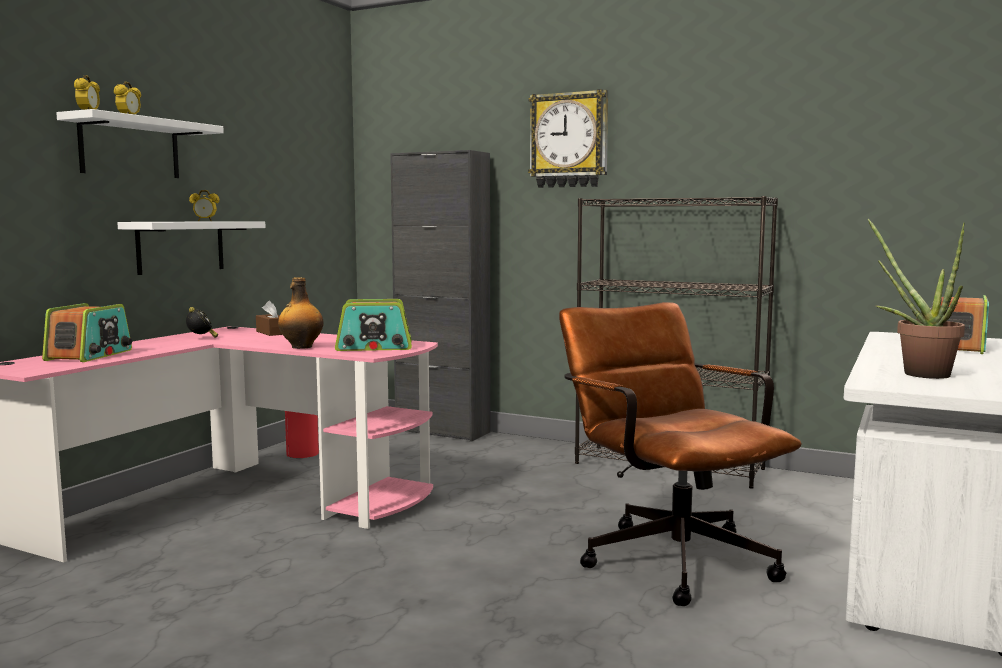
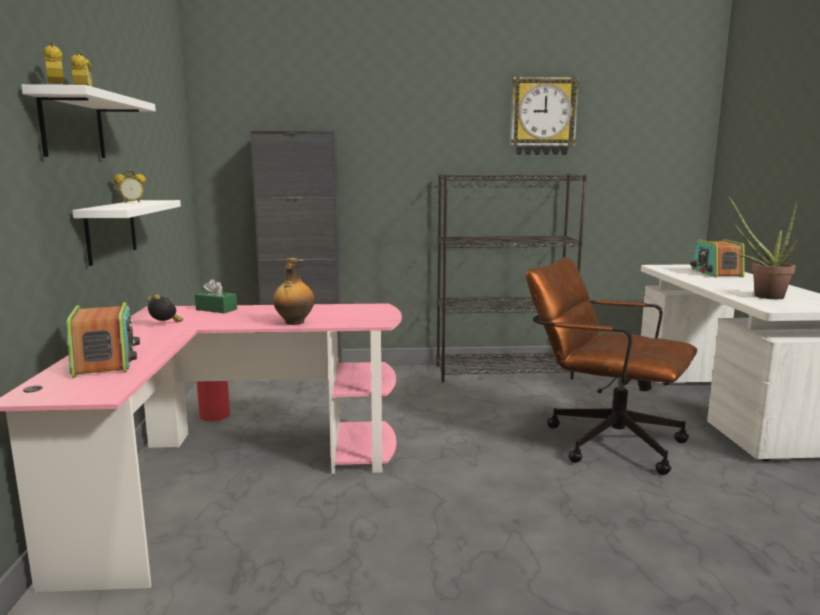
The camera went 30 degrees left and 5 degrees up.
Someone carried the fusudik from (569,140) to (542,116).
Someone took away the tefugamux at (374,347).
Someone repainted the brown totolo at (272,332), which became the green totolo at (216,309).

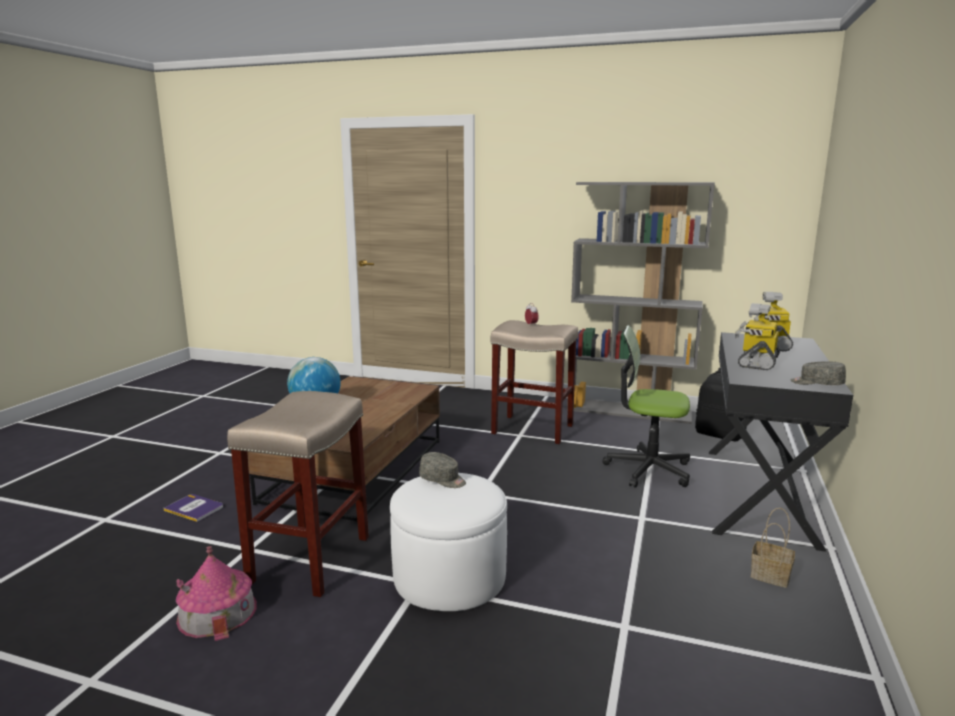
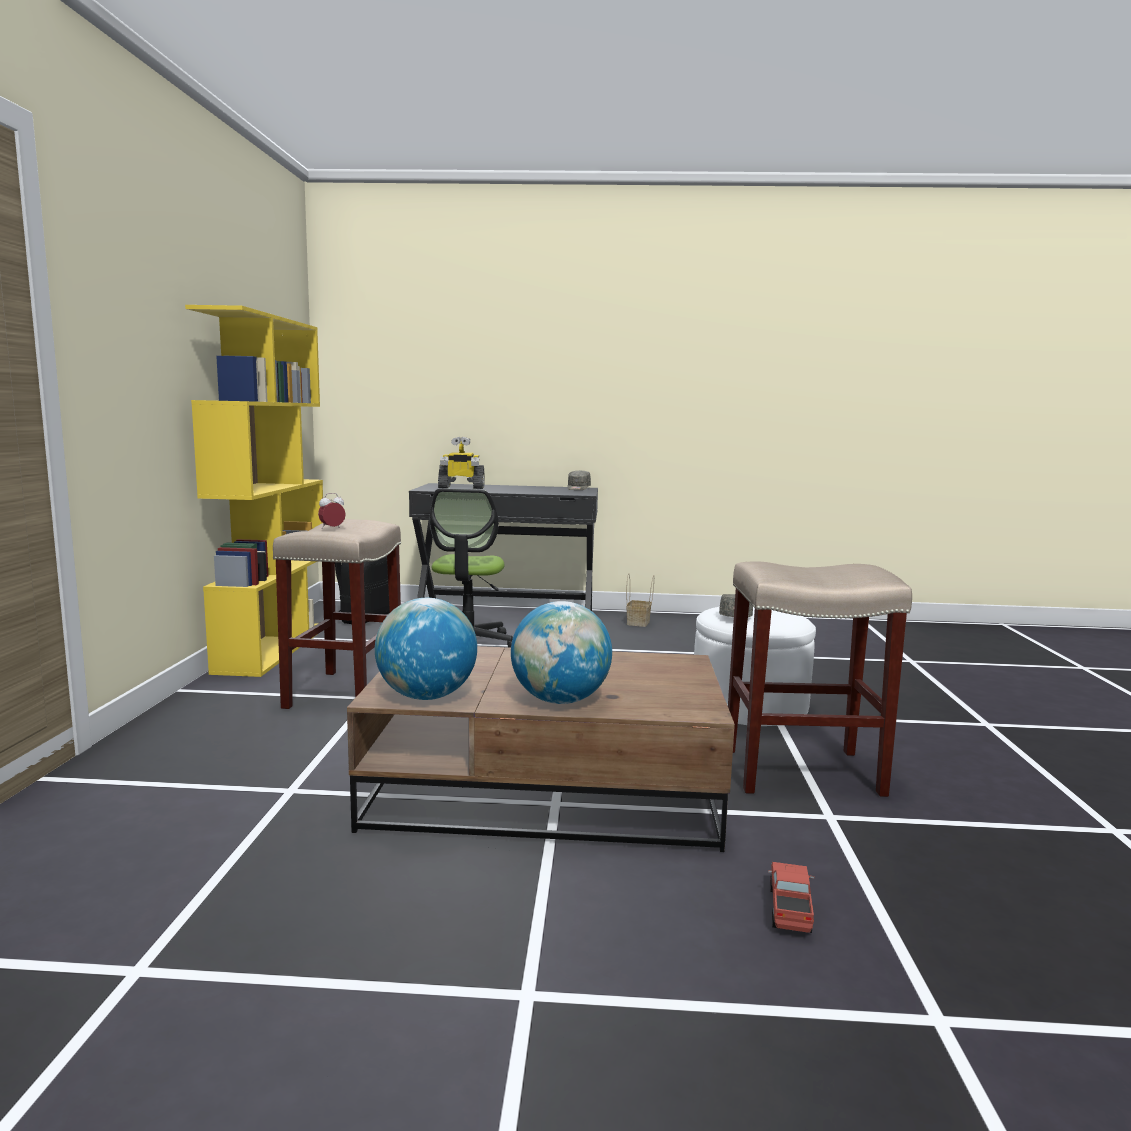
The camera went 105 degrees left and 5 degrees down.
Someone repainted the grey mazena at (629,411), which became the yellow mazena at (273,648).
Someone took away the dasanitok at (757,362).
Someone swapped the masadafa at (194,508) for the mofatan at (789,911).
Someone took away the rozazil at (217,612).
Someone put down the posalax at (426,697).

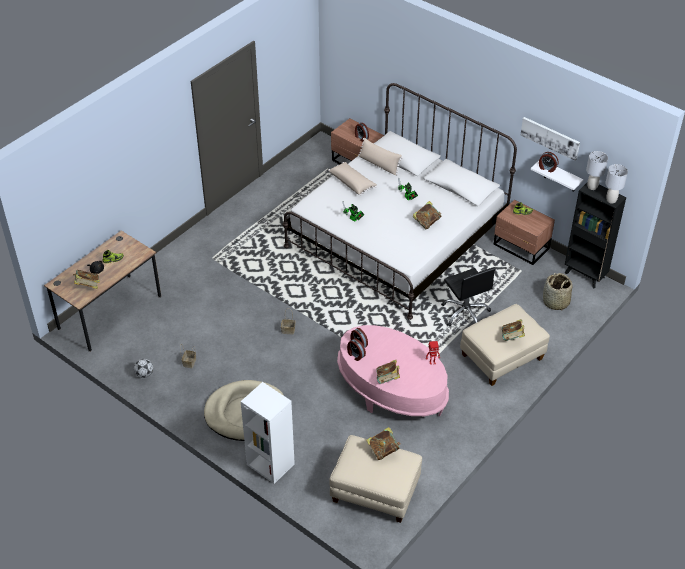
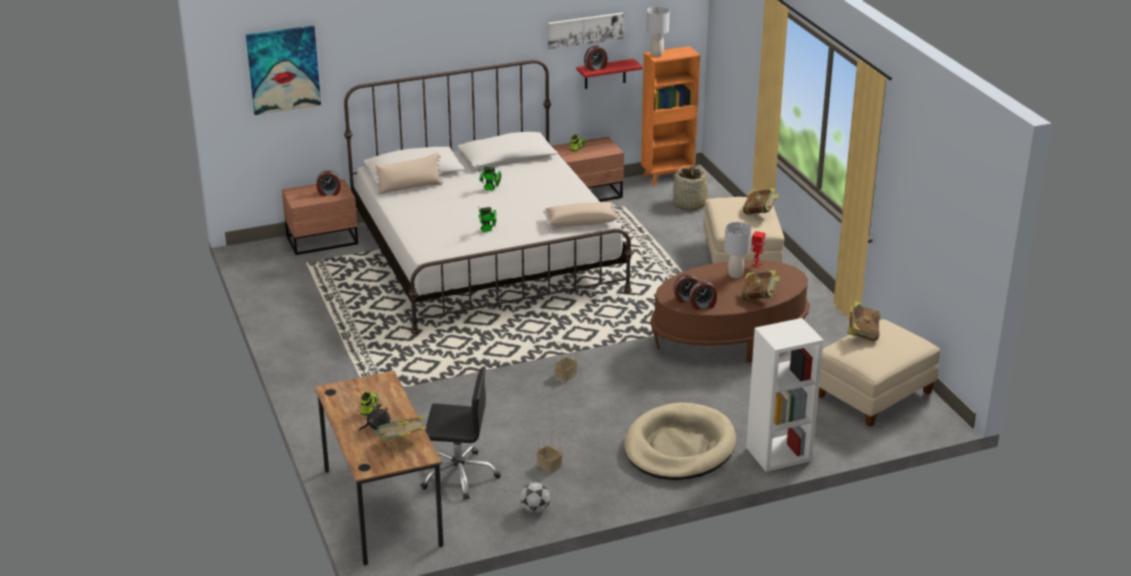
The camera went 60 degrees left and 15 degrees down.
Someone repainted the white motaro at (560,176), which became the red motaro at (605,74).
Someone carried the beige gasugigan from (352,183) to (581,222).
Someone carried the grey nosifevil from (611,200) to (735,275).
Someone repainted the black mazena at (585,275), which became the orange mazena at (668,177).
Someone took away the masadafa at (426,222).
Someone carried the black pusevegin from (465,313) to (459,475).
Someone repainted the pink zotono at (391,389), which became the brown zotono at (729,337).
Someone put up the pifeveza at (283,69).

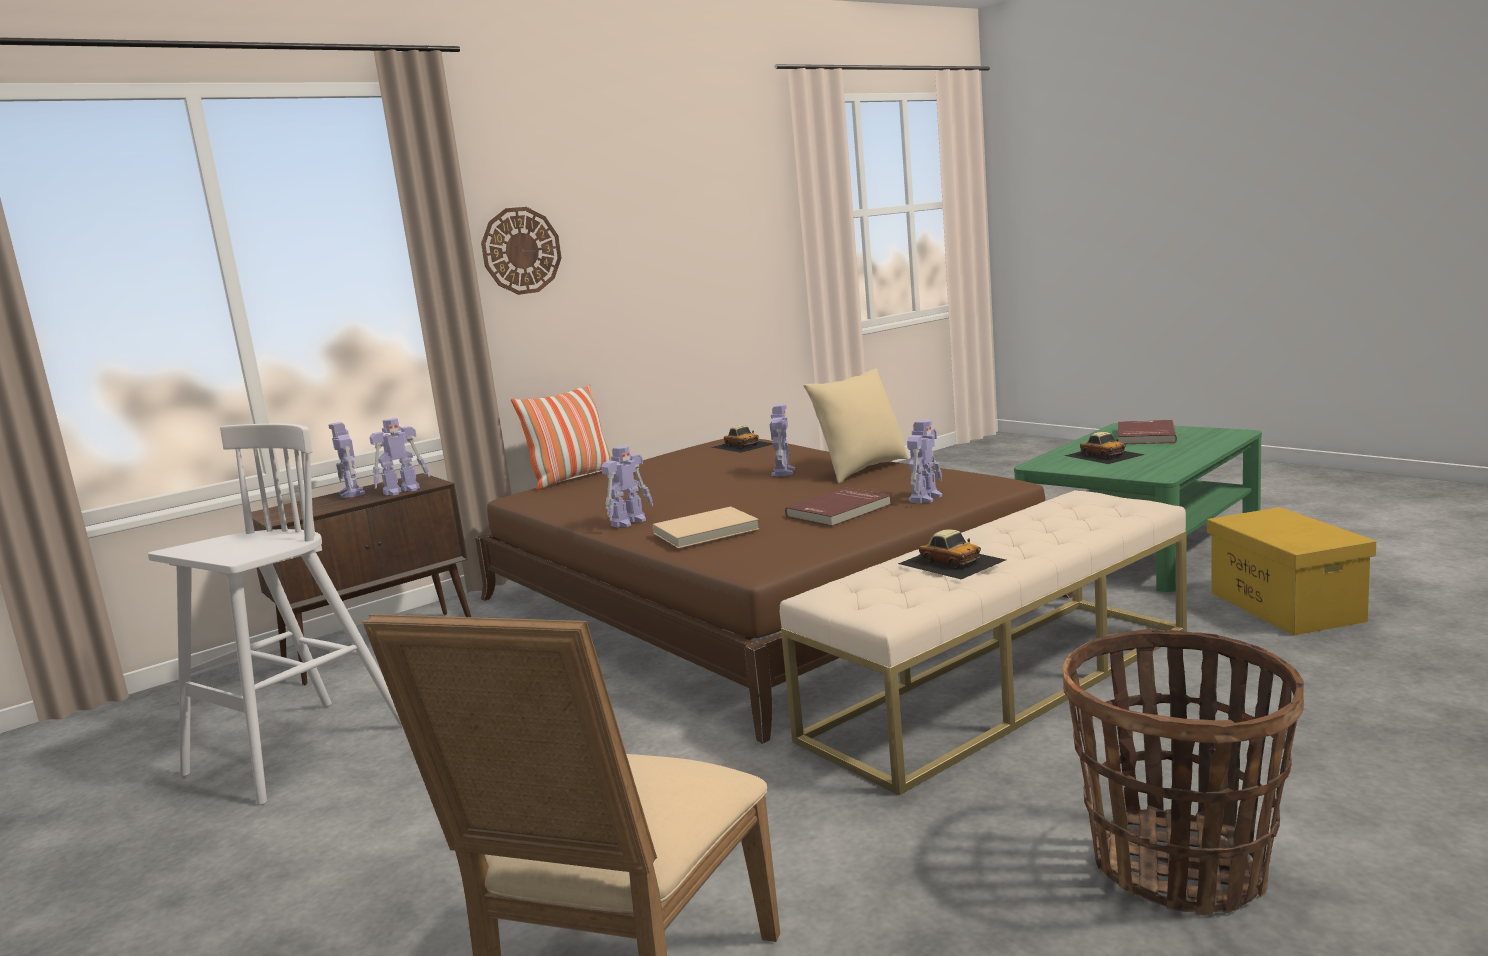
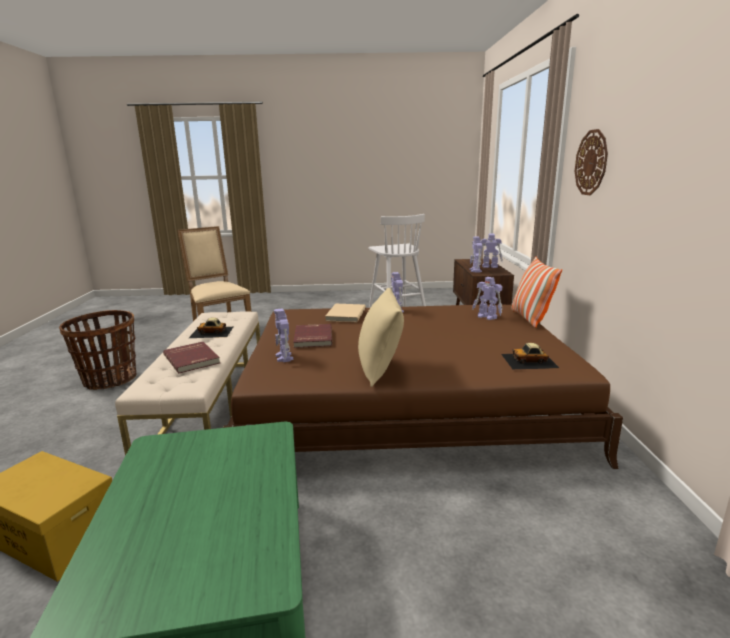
The camera went 125 degrees right and 5 degrees up.
Someone carried the dasanitok from (783,472) to (487,317).
Someone carried the red masadafa from (1144,436) to (193,359).
Someone took away the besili at (1103,455).

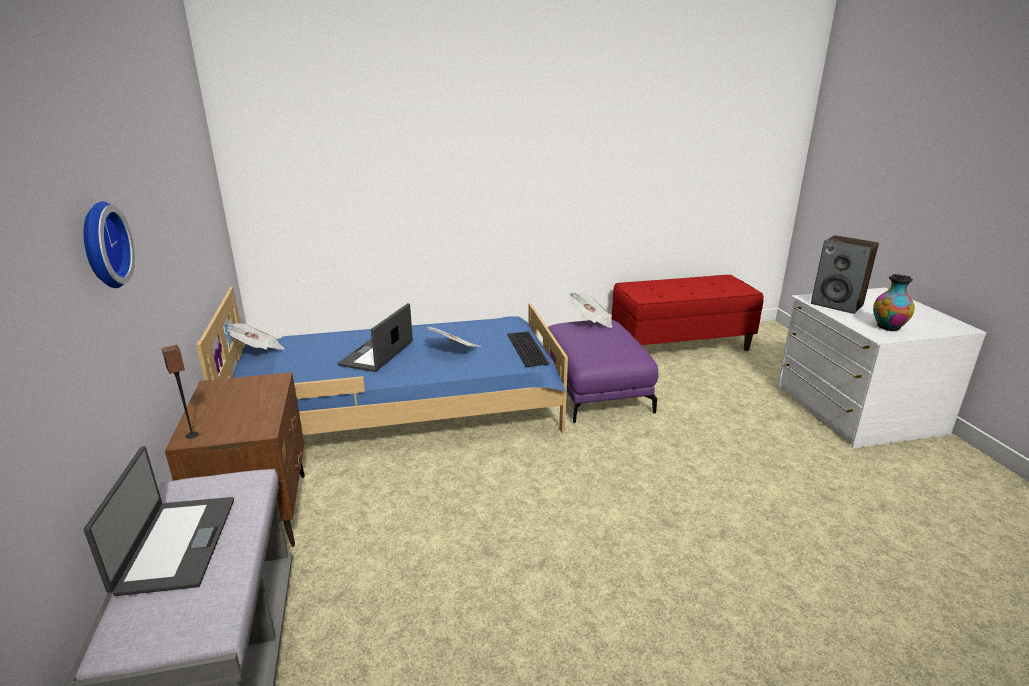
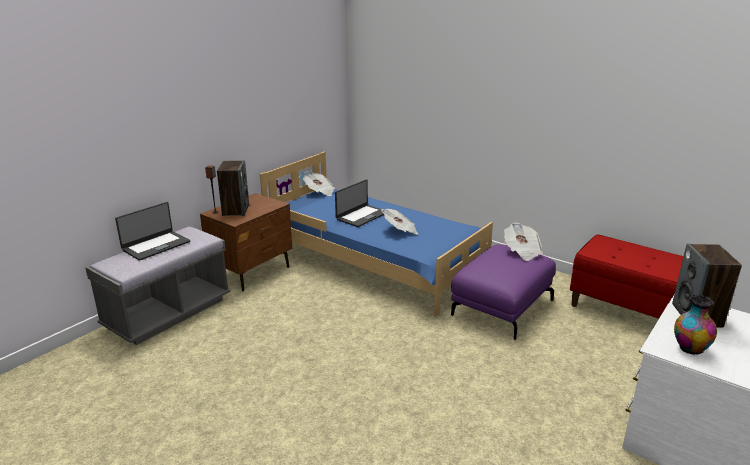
The camera went 50 degrees right and 0 degrees up.
Someone took away the fusudik at (100,245).
Someone rotated the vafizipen at (377,354) by 150 degrees clockwise.
Someone took away the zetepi at (525,348).
Someone put down the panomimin at (235,210).

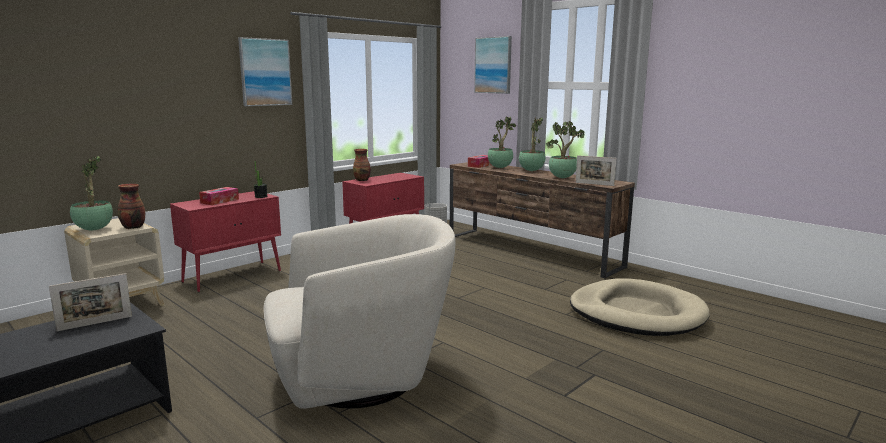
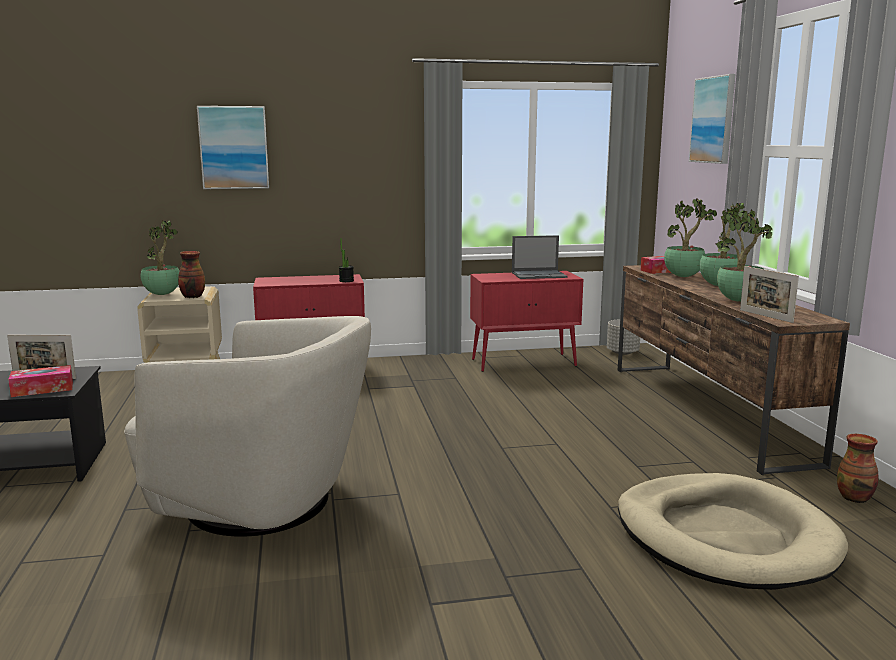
The camera went 35 degrees right and 0 degrees up.
Someone carried the pifeveza from (265,72) to (234,147).
Someone carried the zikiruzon from (362,180) to (855,498).
Someone carried the totolo from (219,201) to (42,389).
Someone put down the vafizipen at (539,275).

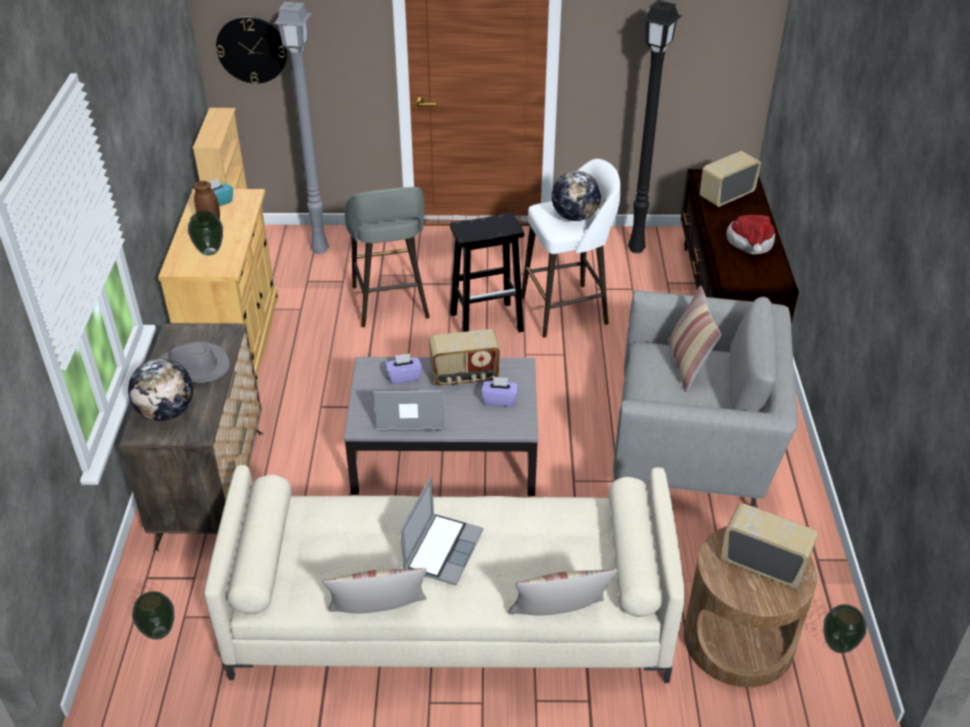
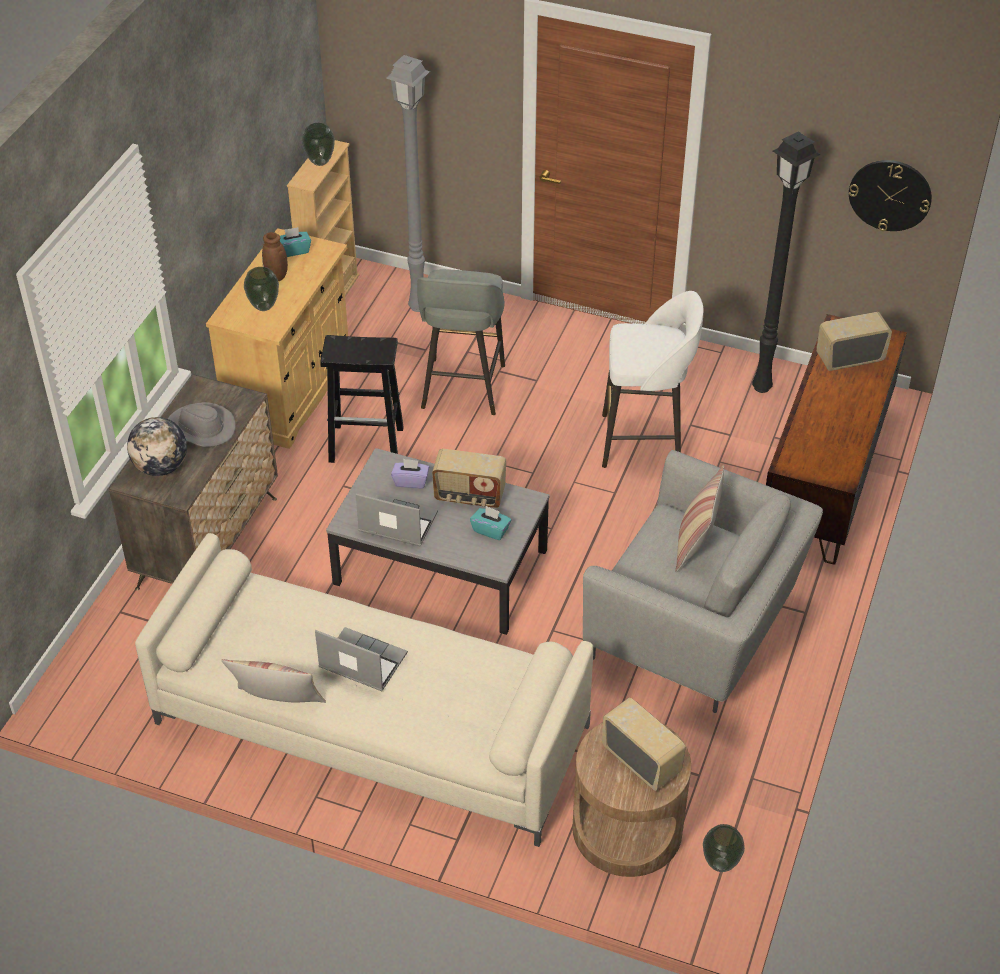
The camera went 20 degrees right and 5 degrees up.
Someone carried the fusudik from (251,49) to (890,195).
Someone took away the posalax at (574,216).
Someone carried the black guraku from (487,322) to (367,444).
Someone took away the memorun at (750,245).
Someone repainted the purple totolo at (499,400), which became the turquoise totolo at (491,530).
Someone rotated the vafizipen at (442,549) by 105 degrees counterclockwise.
Someone took away the gasugigan at (559,619).
Someone carried the zikiruzon from (159,631) to (320,161).

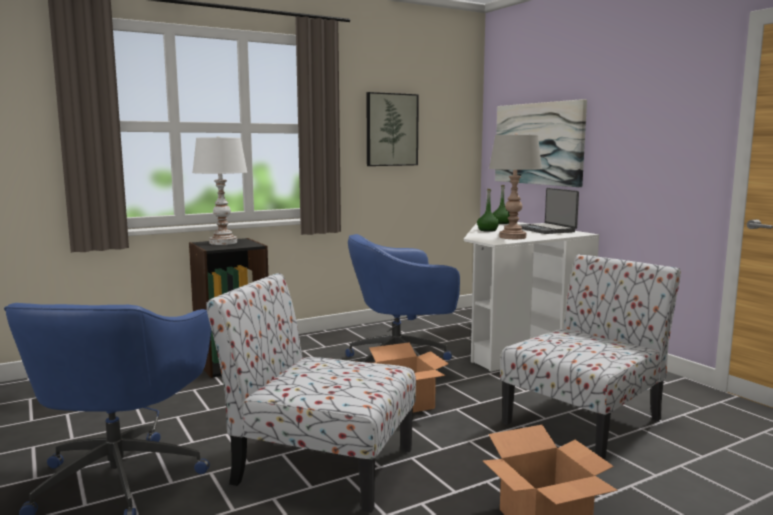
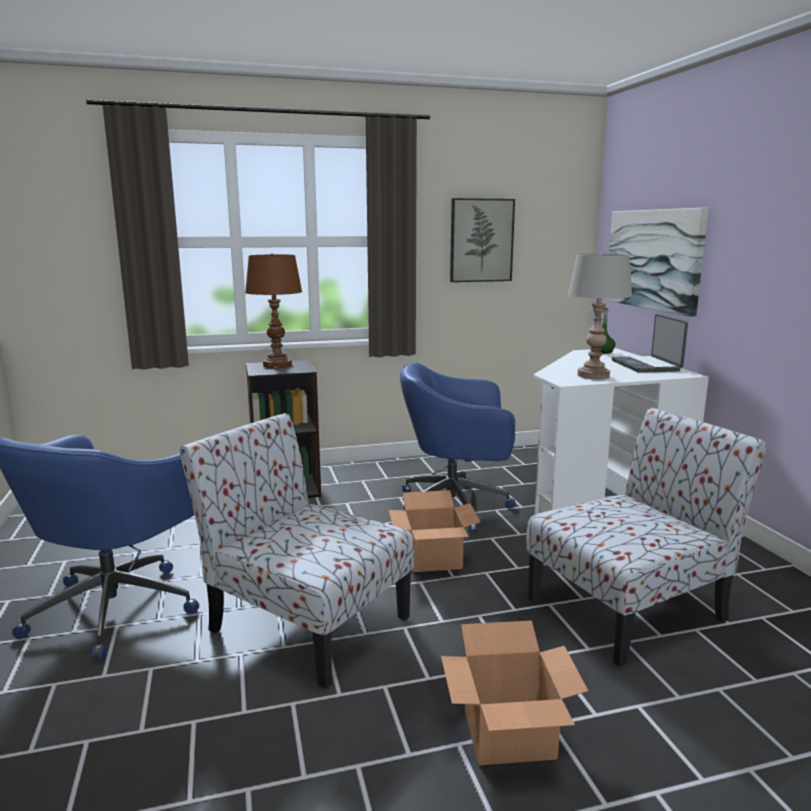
The camera went 15 degrees right and 5 degrees up.
Someone repainted the white nosifevil at (223,242), which became the brown nosifevil at (277,365).
Someone took away the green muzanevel at (487,230).

